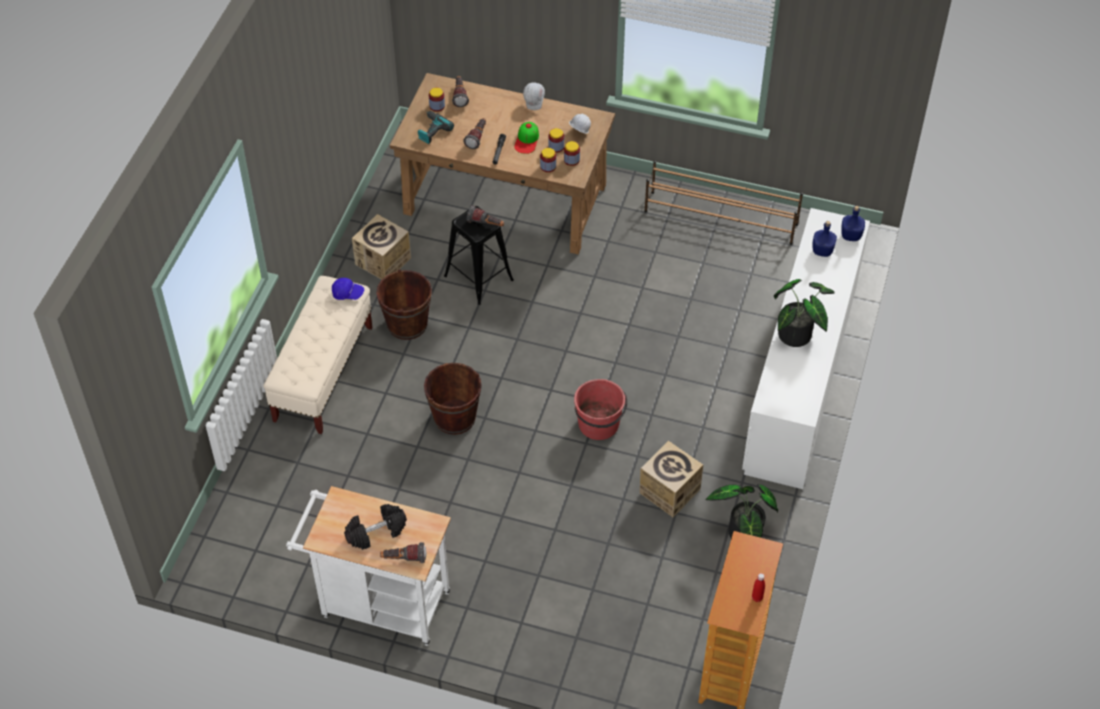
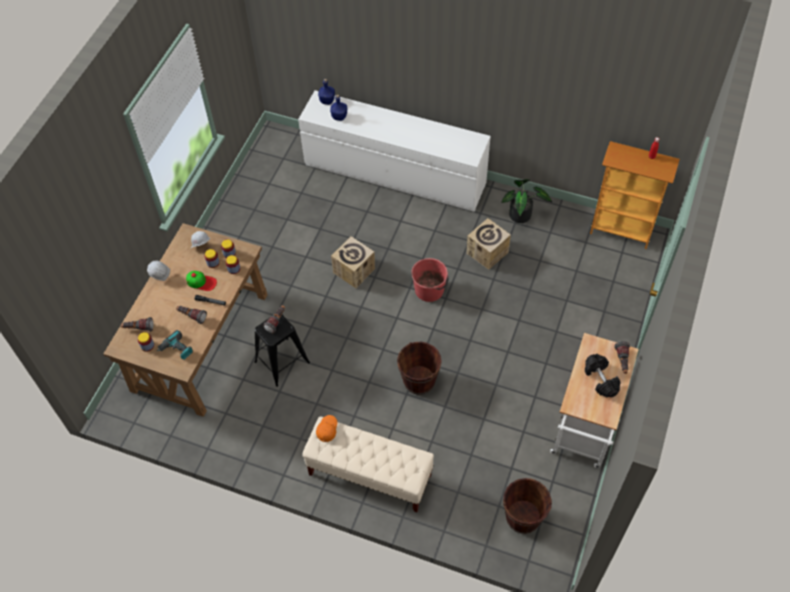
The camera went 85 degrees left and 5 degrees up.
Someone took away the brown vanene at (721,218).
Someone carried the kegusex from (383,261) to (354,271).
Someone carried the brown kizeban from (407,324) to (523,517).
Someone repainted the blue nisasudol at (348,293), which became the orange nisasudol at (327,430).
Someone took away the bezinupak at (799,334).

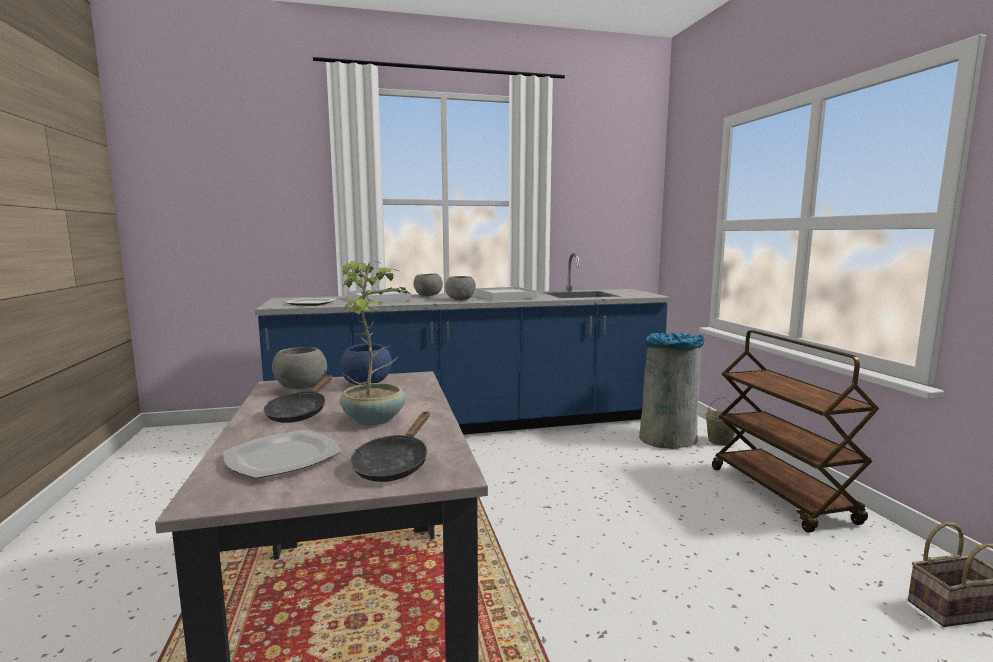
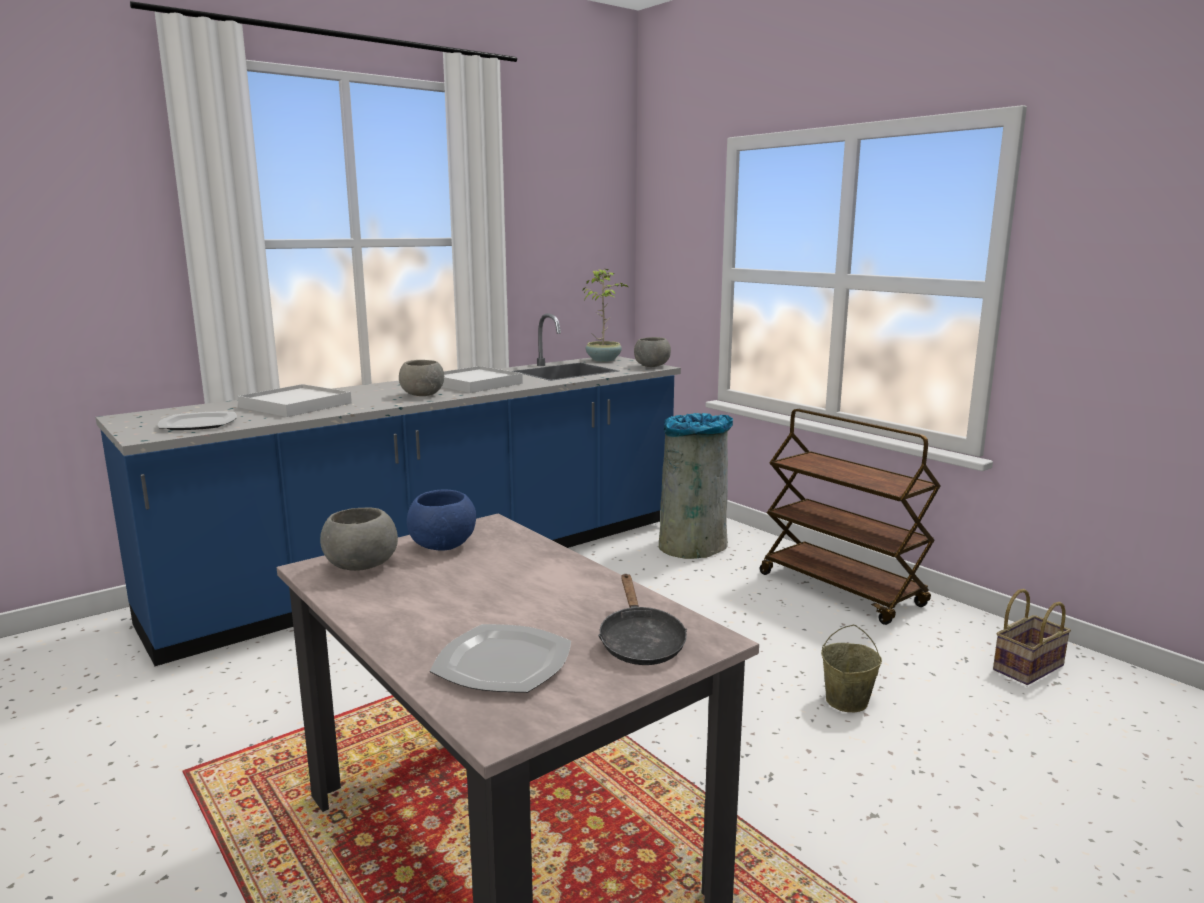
The camera went 25 degrees left and 5 degrees up.
Someone carried the bezinupak from (375,419) to (604,360).
Someone carried the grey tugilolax from (428,296) to (652,366).
Someone took away the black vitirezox at (299,413).
Someone carried the beige kizeban from (719,441) to (846,701).

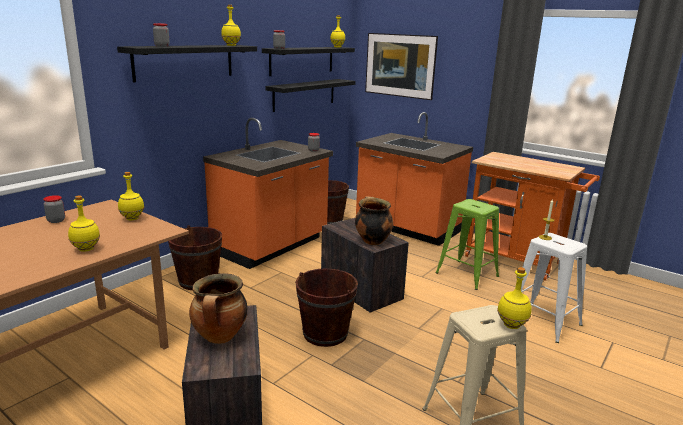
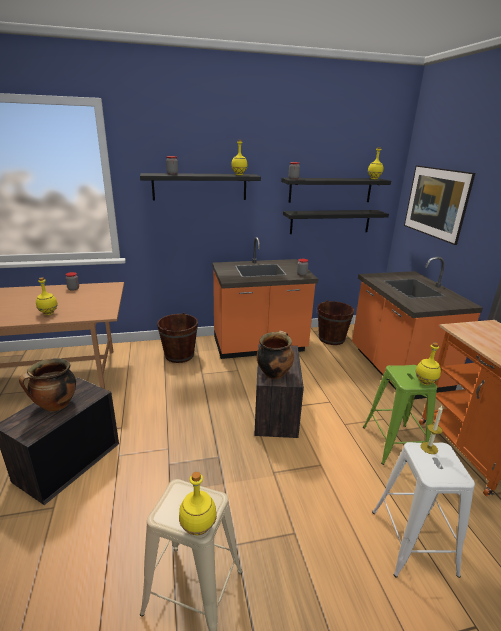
The camera went 40 degrees right and 5 degrees up.
Someone carried the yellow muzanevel from (132,219) to (424,382).
Someone took away the brown kizeban at (325,333).

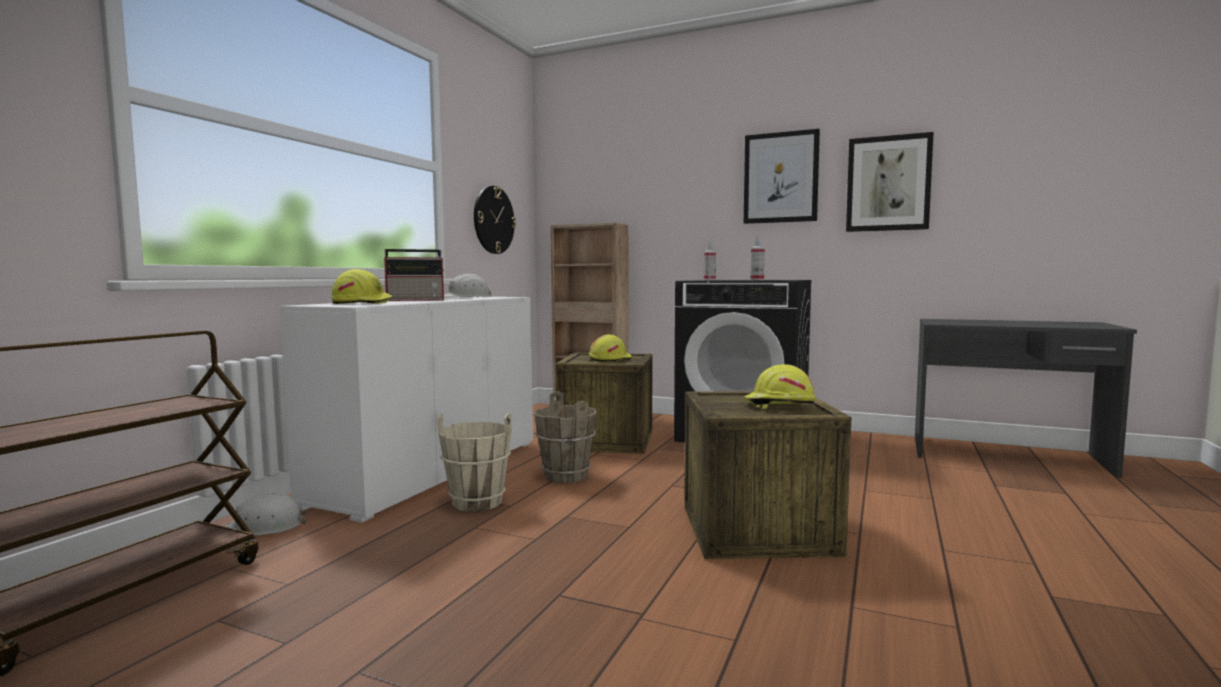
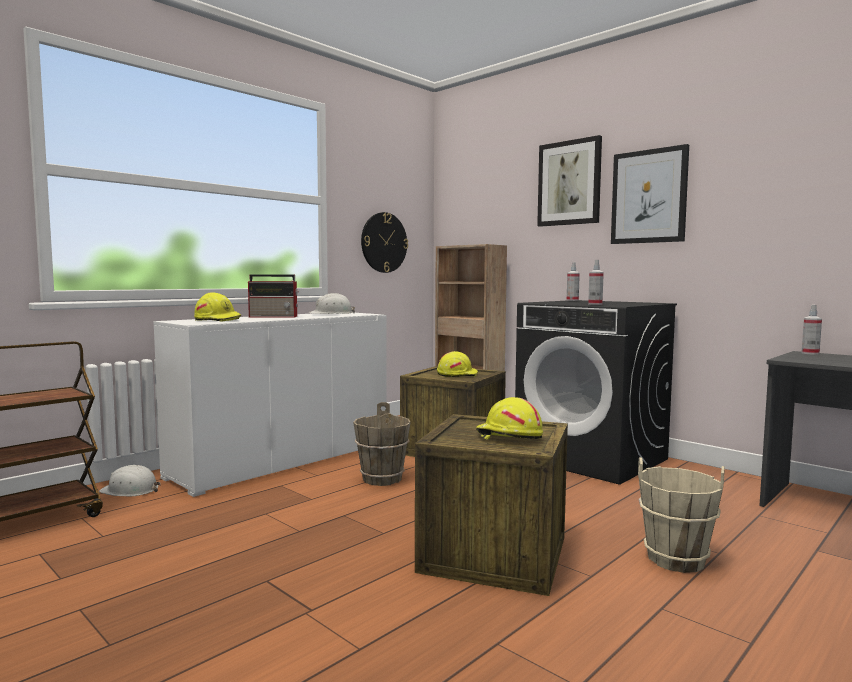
The camera went 20 degrees right and 0 degrees up.
Someone carried the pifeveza from (888,184) to (569,183).
Someone carried the beige kizeban from (477,502) to (675,559).
Someone put down the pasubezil at (810,353).

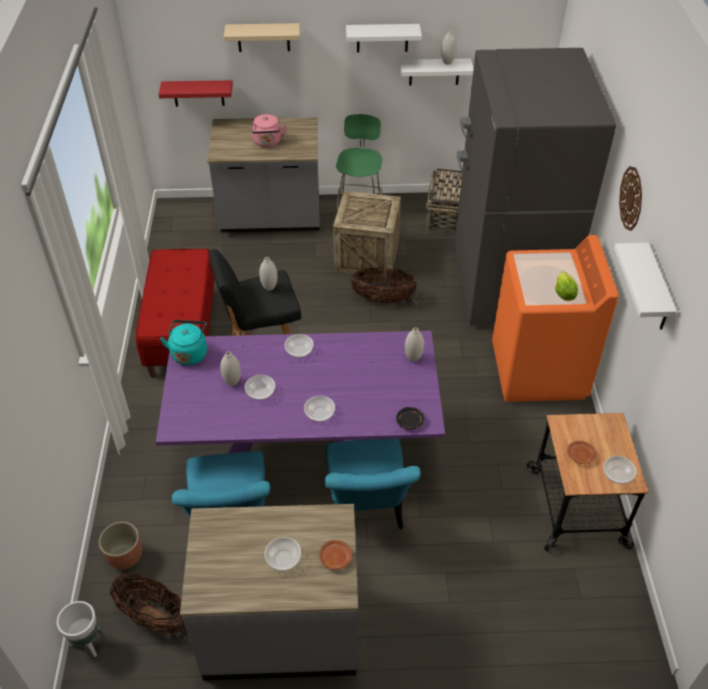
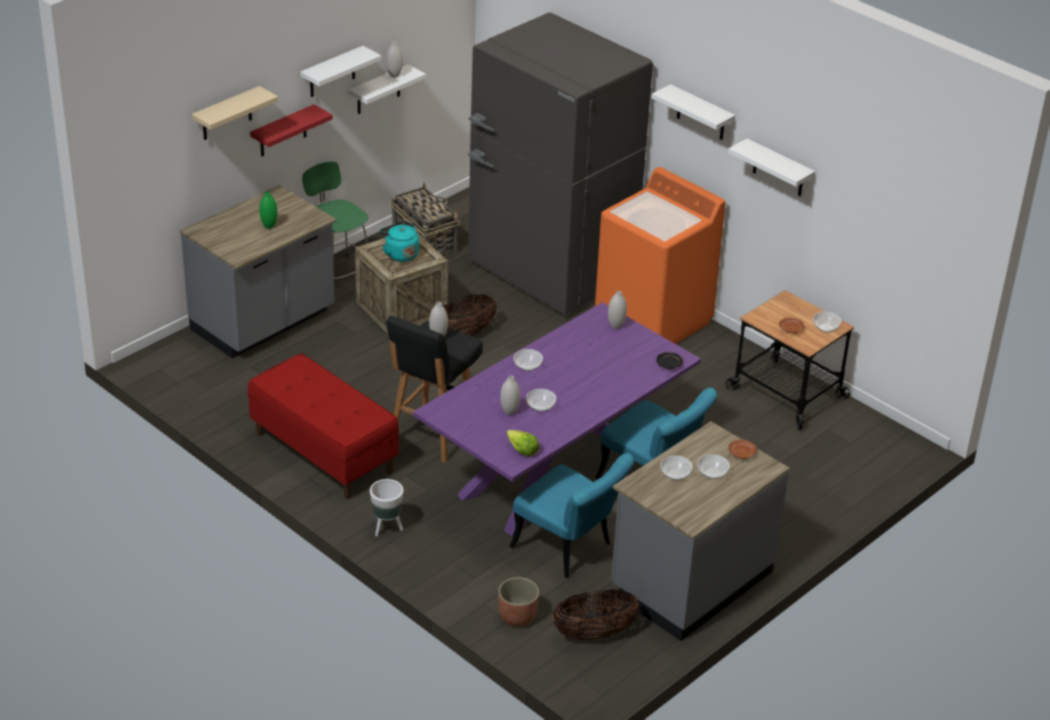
The camera went 45 degrees left and 10 degrees down.
Someone carried the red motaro from (198,93) to (283,132).
Someone swapped the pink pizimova at (267,143) for the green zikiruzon at (269,226).
Someone swapped the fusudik at (631,198) for the white motaro at (701,114).
Someone carried the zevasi from (563,293) to (521,450).
Someone carried the turquoise pizimova from (189,353) to (400,254).
Someone carried the tugilolax from (319,414) to (675,474).
Someone carried the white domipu from (88,643) to (387,528).

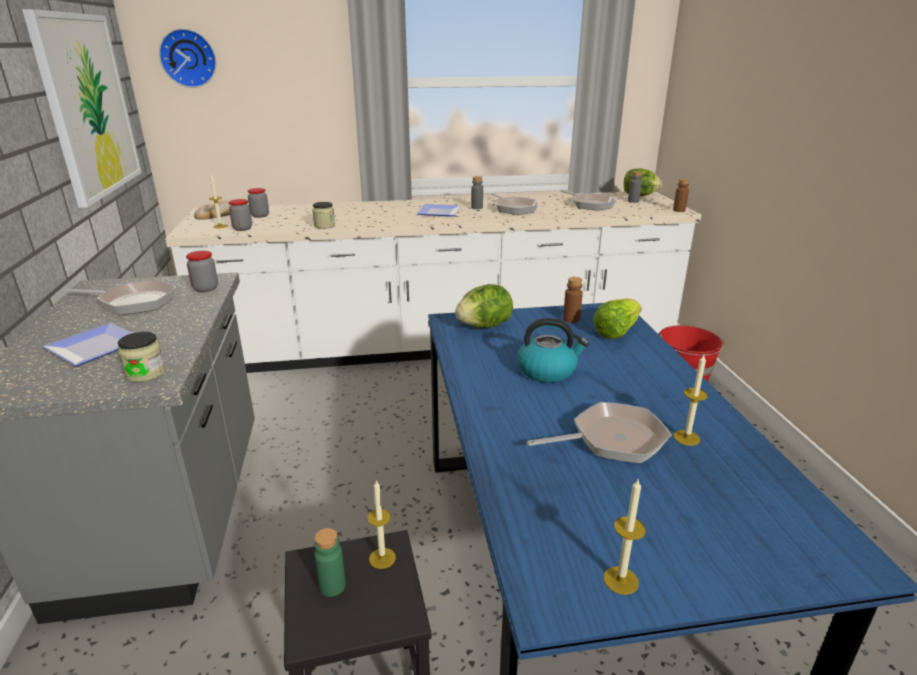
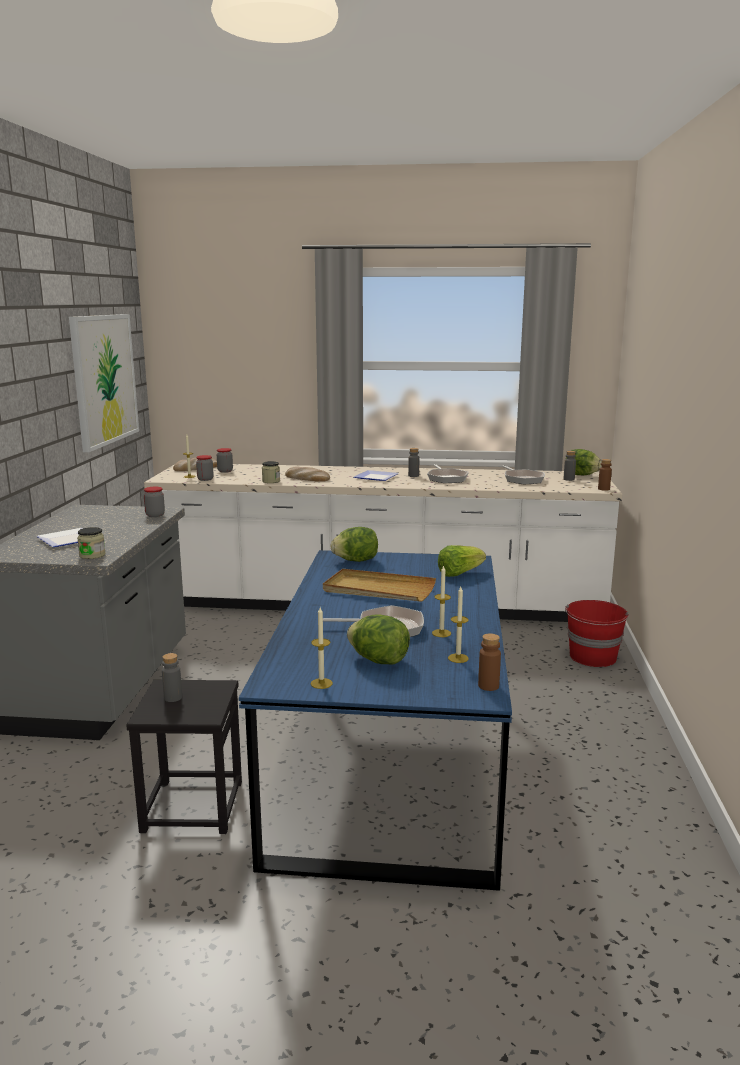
The camera went 15 degrees right and 10 degrees down.
Someone took away the fusudik at (189,58).
Someone carried the brown muzanevel from (571,319) to (488,686).
Someone took away the vitirezox at (134,302).
Someone swapped the pizimova at (547,370) for the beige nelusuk at (378,590).
Someone carried the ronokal from (382,558) to (458,658).
Someone repainted the green muzanevel at (332,586), which became the grey muzanevel at (173,697).
Someone put down the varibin at (306,478).
Someone put down the zevasi at (378,660).

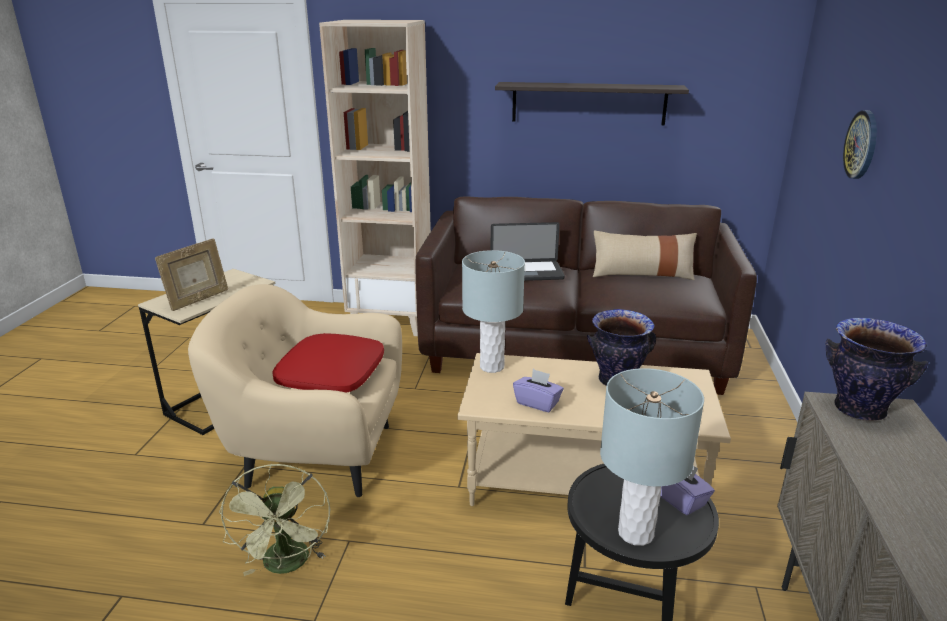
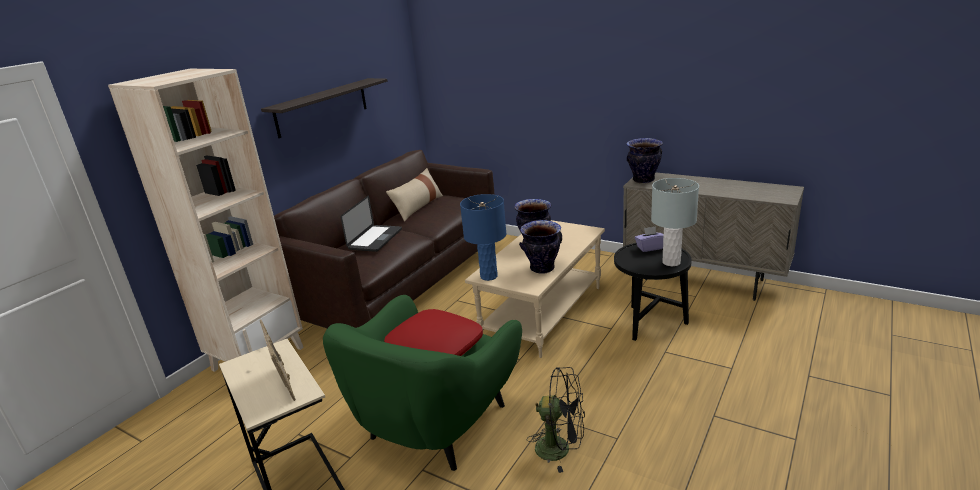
The camera went 65 degrees left and 0 degrees up.
Someone took away the fusudik at (861,144).
Someone repainted the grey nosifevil at (492,366), which became the blue nosifevil at (488,276).
Someone repainted the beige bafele at (315,454), which became the green bafele at (436,424).
Someone swapped the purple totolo at (537,403) for the zikiruzon at (542,269).
Someone repainted the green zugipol at (287,565), which became the black zugipol at (560,448).

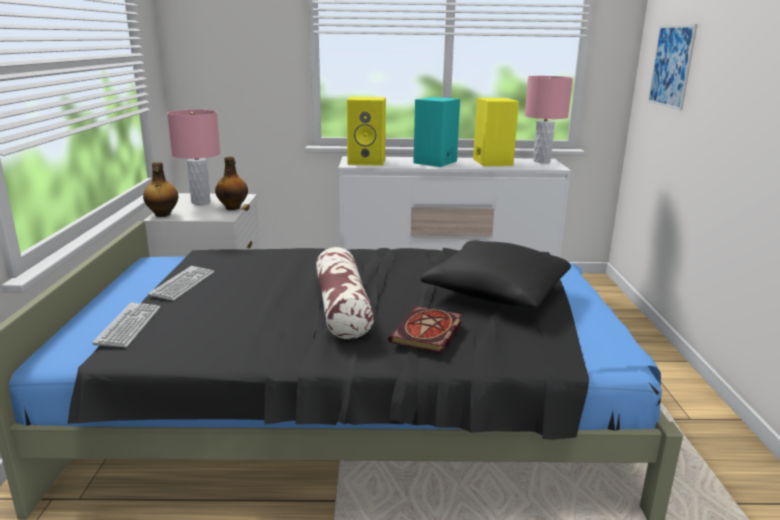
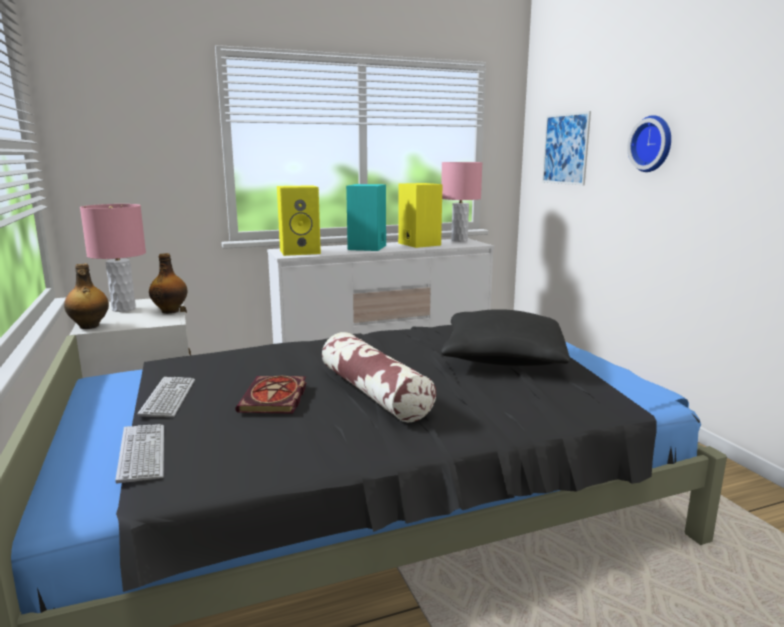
The camera went 20 degrees left and 5 degrees down.
Someone carried the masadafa from (428,333) to (275,398).
Someone put up the fusudik at (653,144).

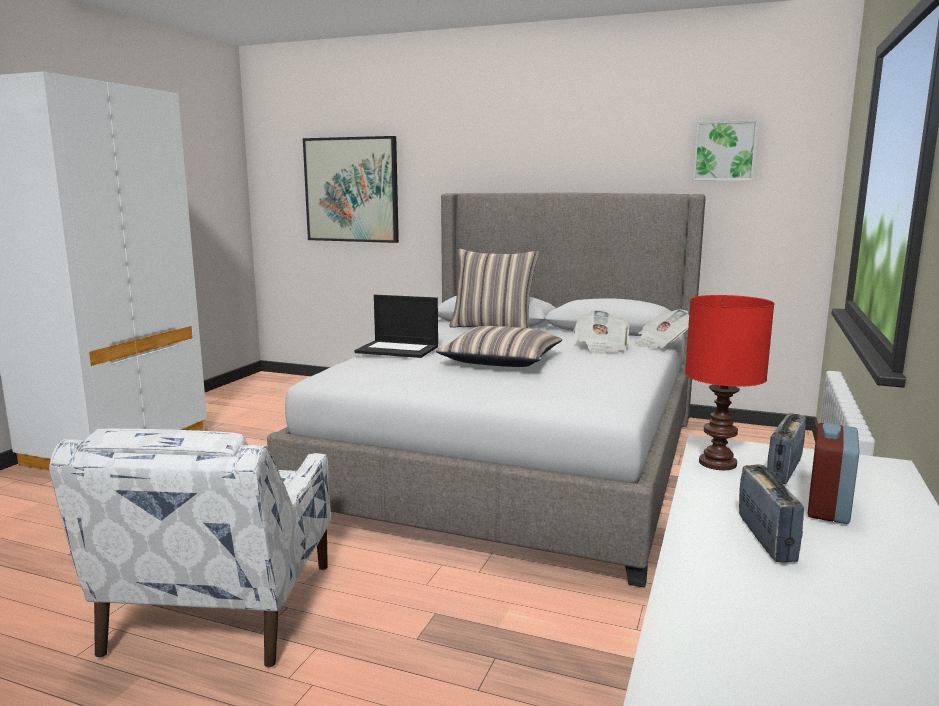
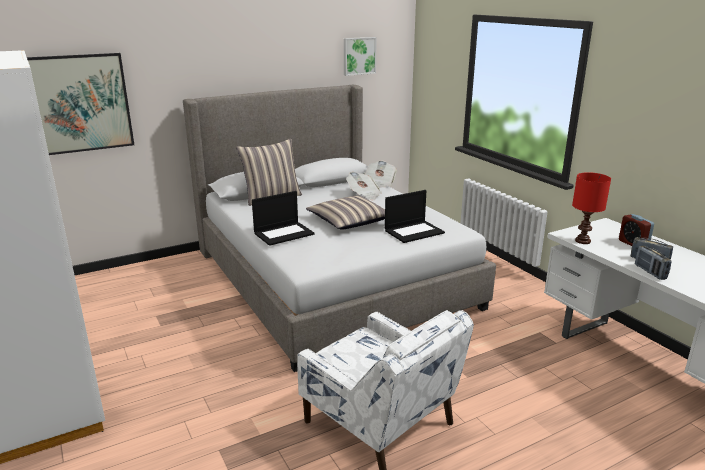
The camera went 50 degrees left and 10 degrees up.
Someone carried the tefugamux from (784,470) to (650,272).
Someone put down the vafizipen at (414,231).

